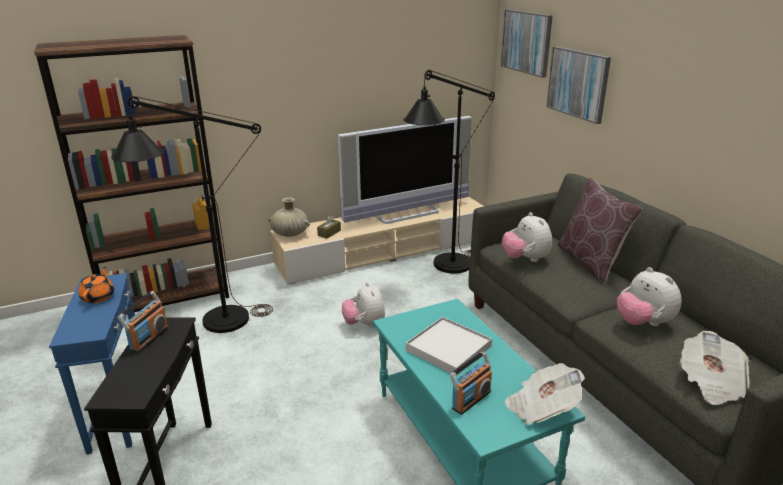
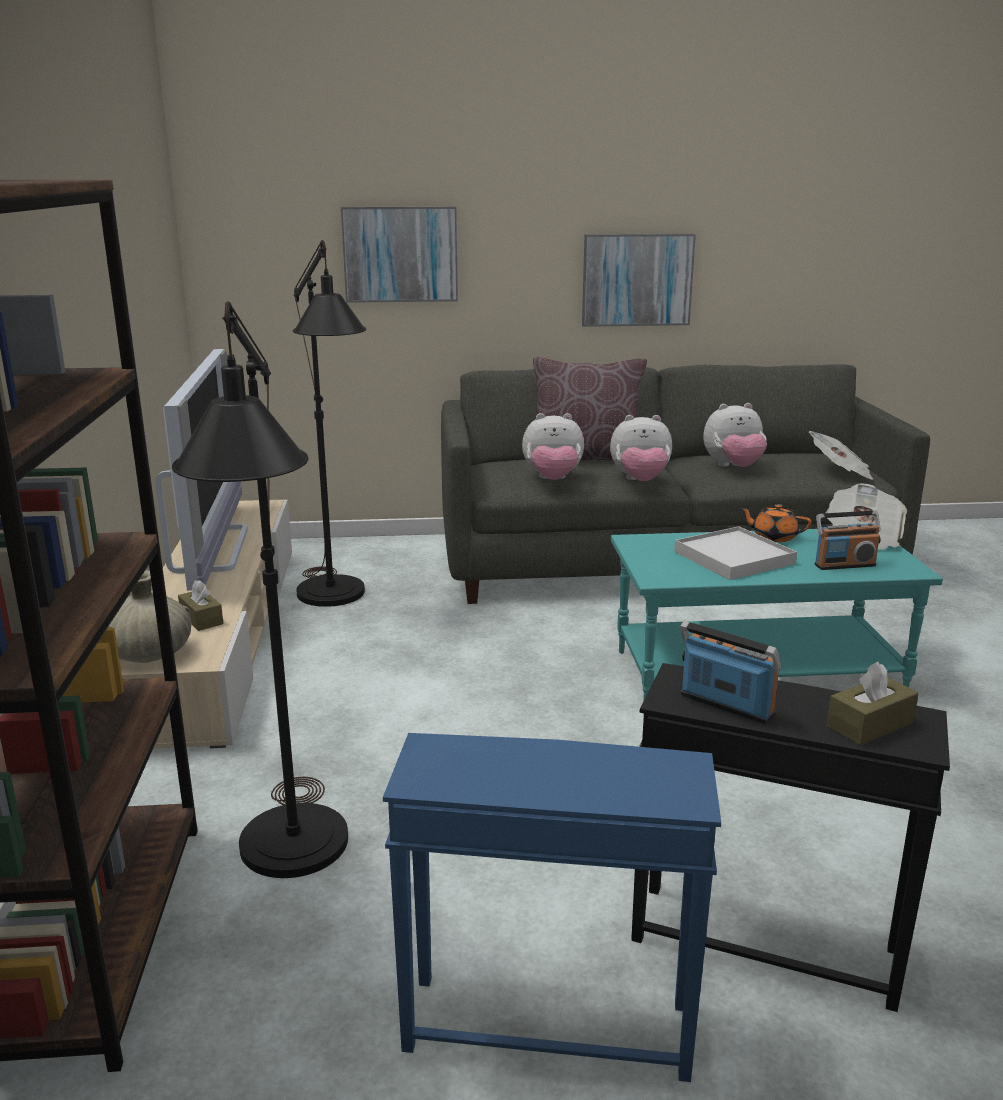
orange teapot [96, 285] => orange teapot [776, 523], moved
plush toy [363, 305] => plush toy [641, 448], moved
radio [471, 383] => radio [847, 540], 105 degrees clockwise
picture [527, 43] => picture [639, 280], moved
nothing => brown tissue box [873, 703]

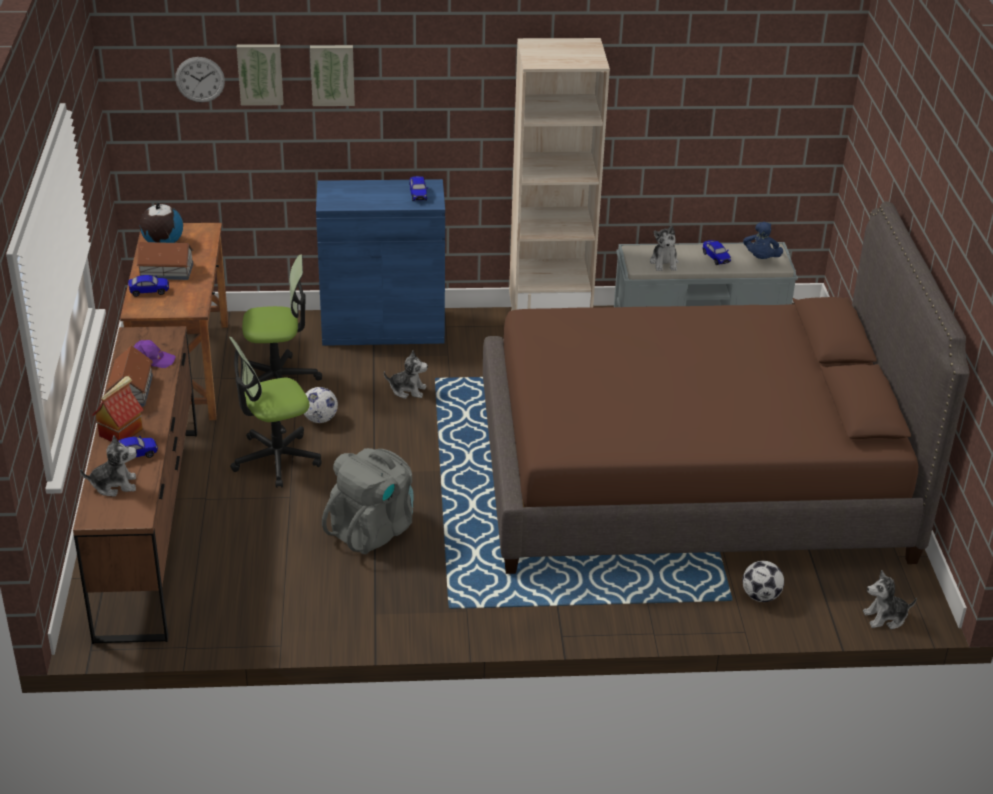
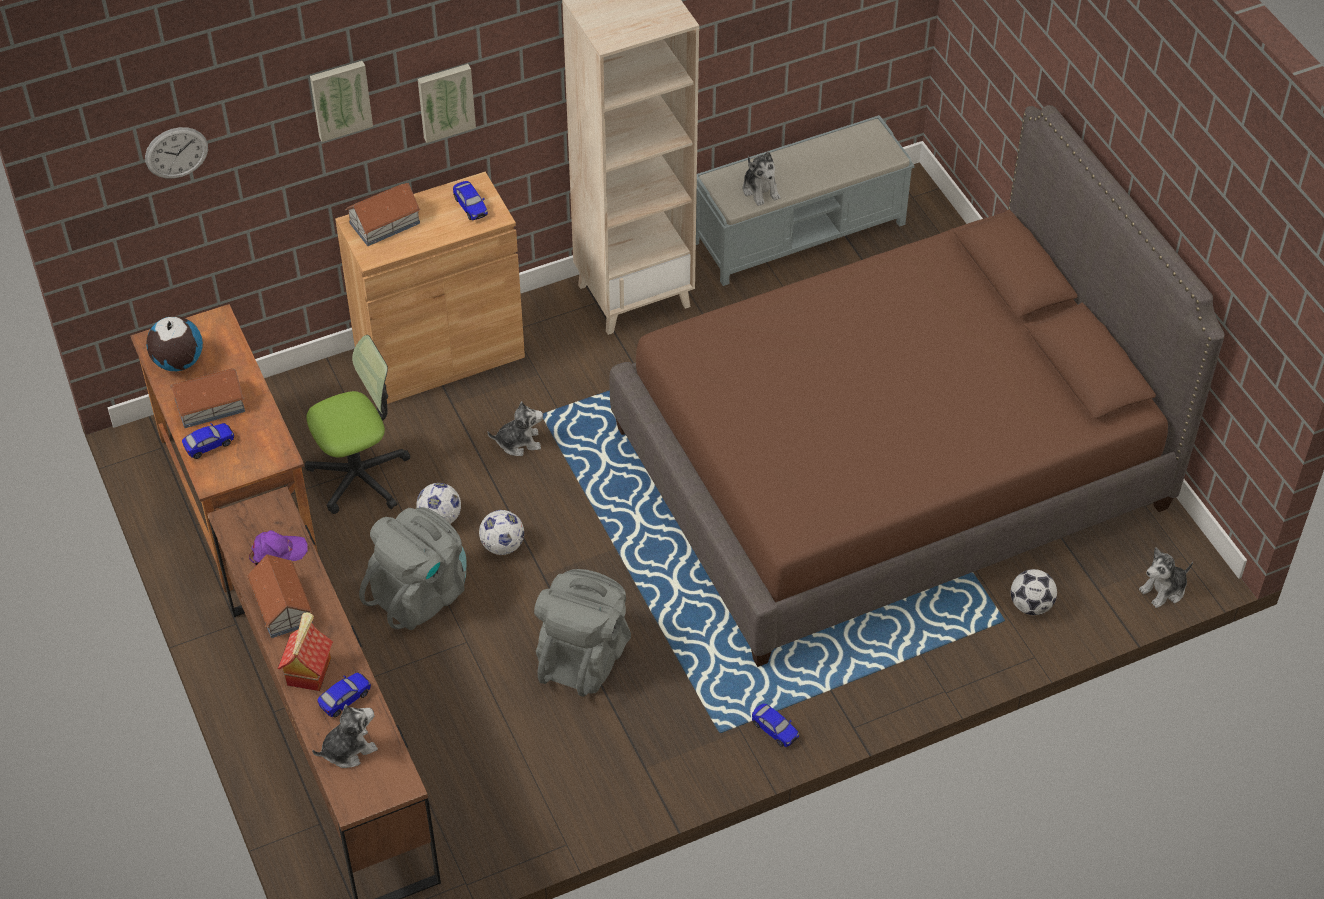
office chair [275, 412] => grey backpack [413, 568]
picture [260, 75] => picture [447, 103], moved
blue cabinet [380, 262] => brown cabinet [430, 288]
toy car [717, 252] => toy car [775, 725], moved
blue plush toy [763, 240] => nothing
nothing => toy house [383, 214]
nothing => football [501, 532]

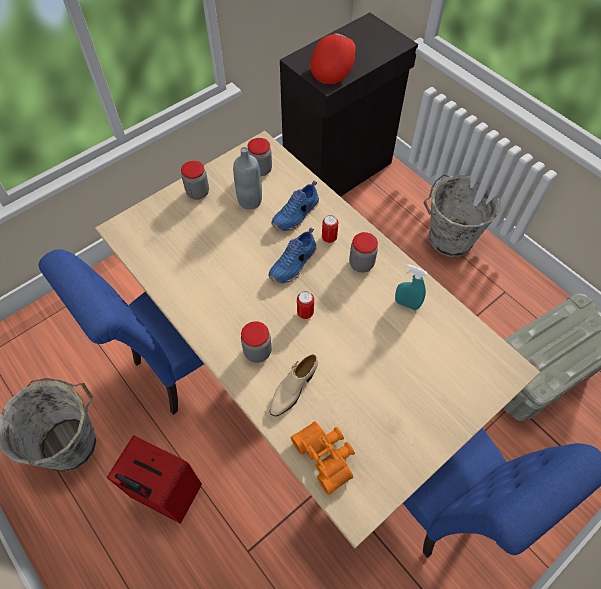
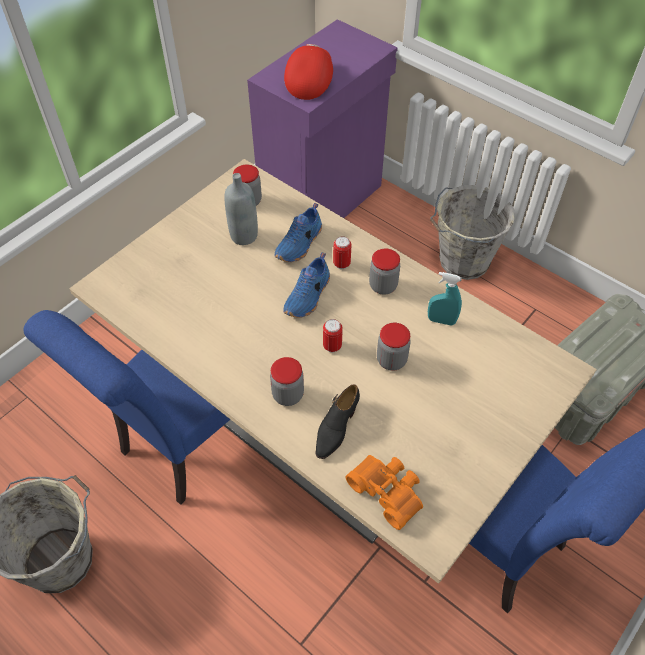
red suitcase [154, 479] => nothing
jar [195, 180] => jar [394, 347], moved
beige shoe [294, 385] => black shoe [338, 422]
black cabinet [349, 104] => purple cabinet [322, 118]

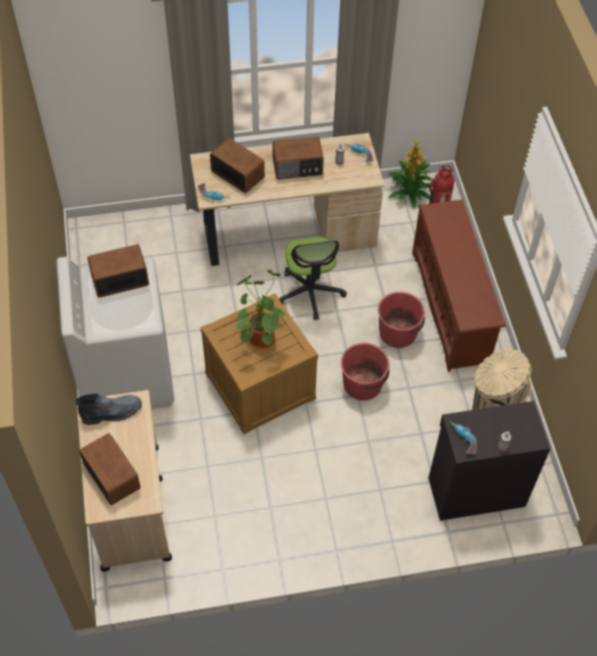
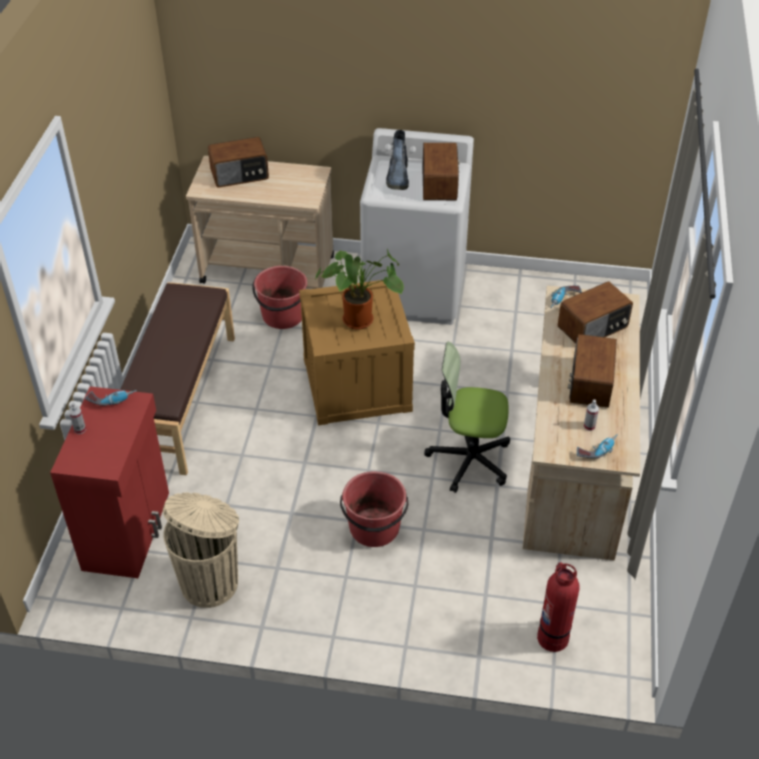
boot [109, 409] => boot [397, 160], moved
red bucket [365, 372] => red bucket [279, 297], moved
potted plant [410, 174] => nothing
brown shoe rack [459, 286] => nothing
black cabinet [489, 461] => red cabinet [109, 482]
nothing => brown bench [177, 378]

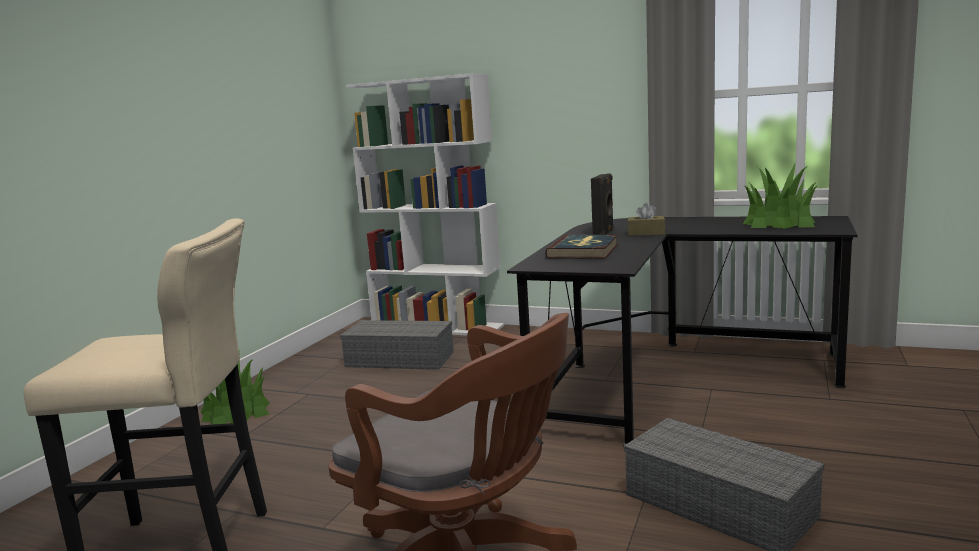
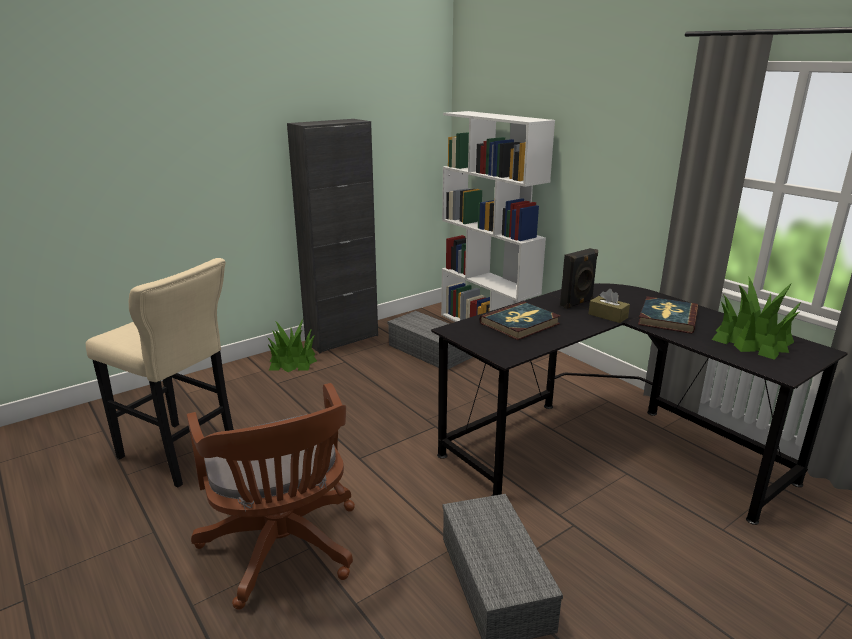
nothing => black cabinet [332, 236]
nothing => book [668, 315]

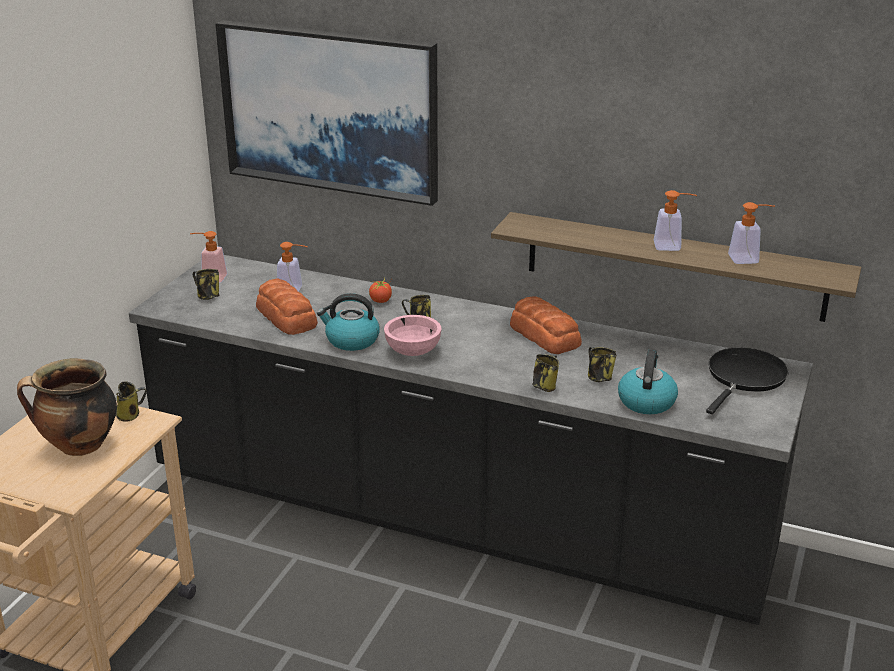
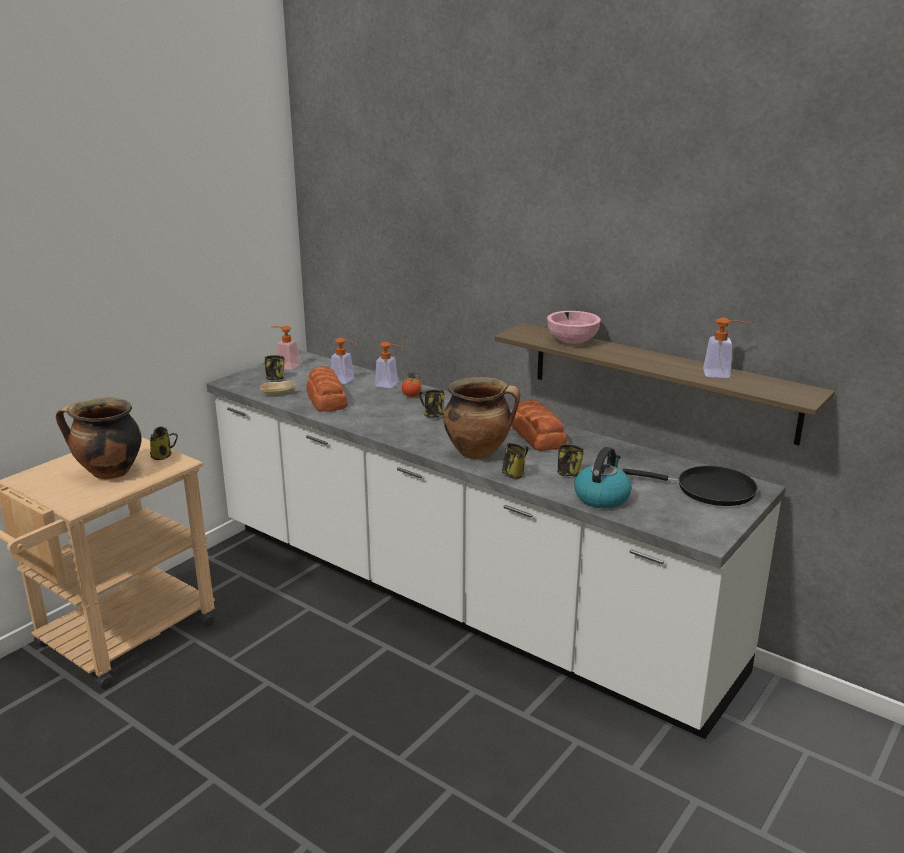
black counter [471, 440] => white counter [496, 544]
picture [326, 113] => nothing
kettle [348, 322] => nothing
pink bowl [413, 335] => pink bowl [574, 327], moved
soap dispenser [675, 220] => soap dispenser [389, 365], moved
black frying pan [747, 380] => black frying pan [690, 486], 60 degrees clockwise
nothing => bread [278, 388]
nothing => cooking pot [481, 418]

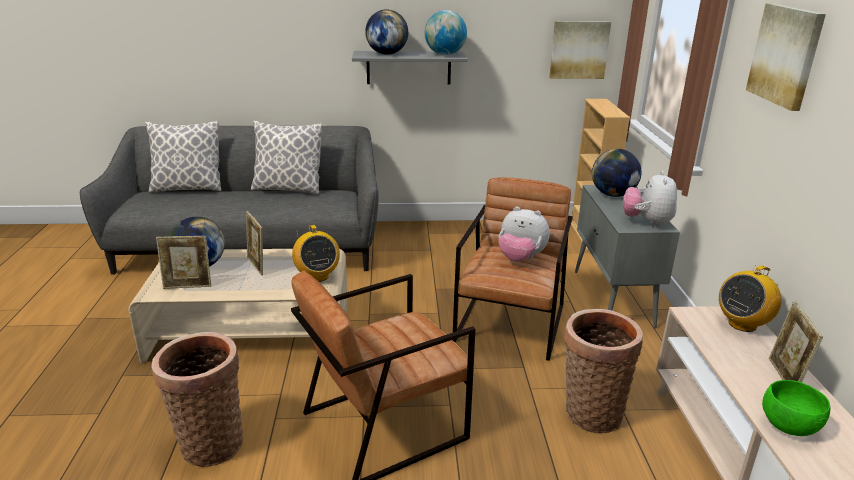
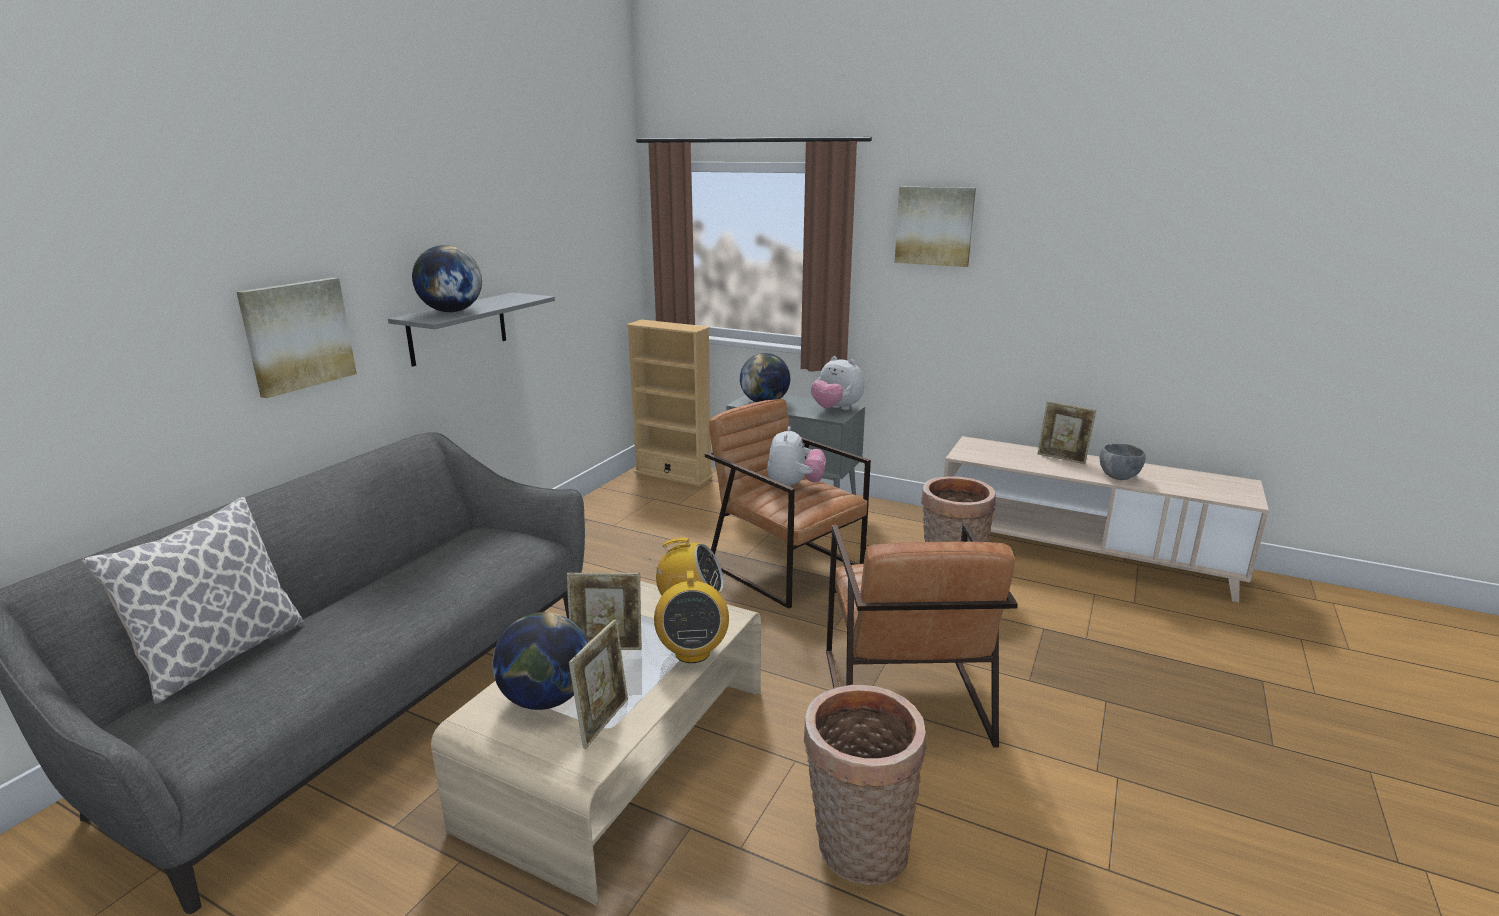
pillow [287, 157] => nothing
globe [446, 32] => nothing
plush toy [524, 234] => plush toy [796, 456], 45 degrees counterclockwise
picture [580, 50] => picture [297, 338], moved
radio [750, 298] => radio [691, 617], moved
green bowl [796, 408] => grey bowl [1123, 462]

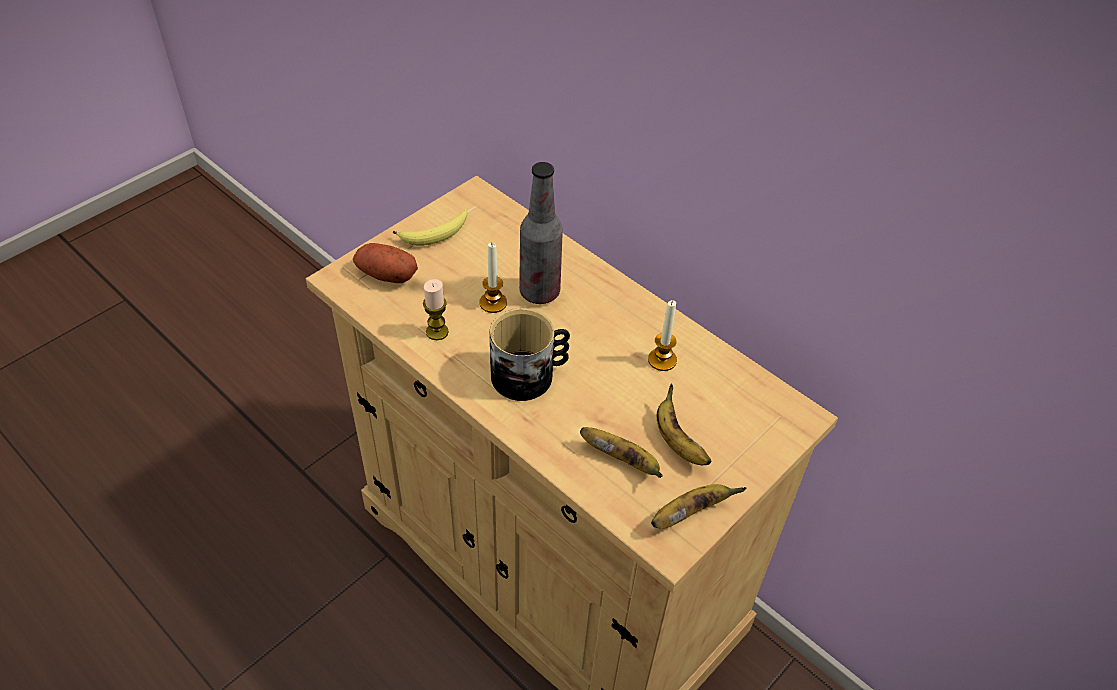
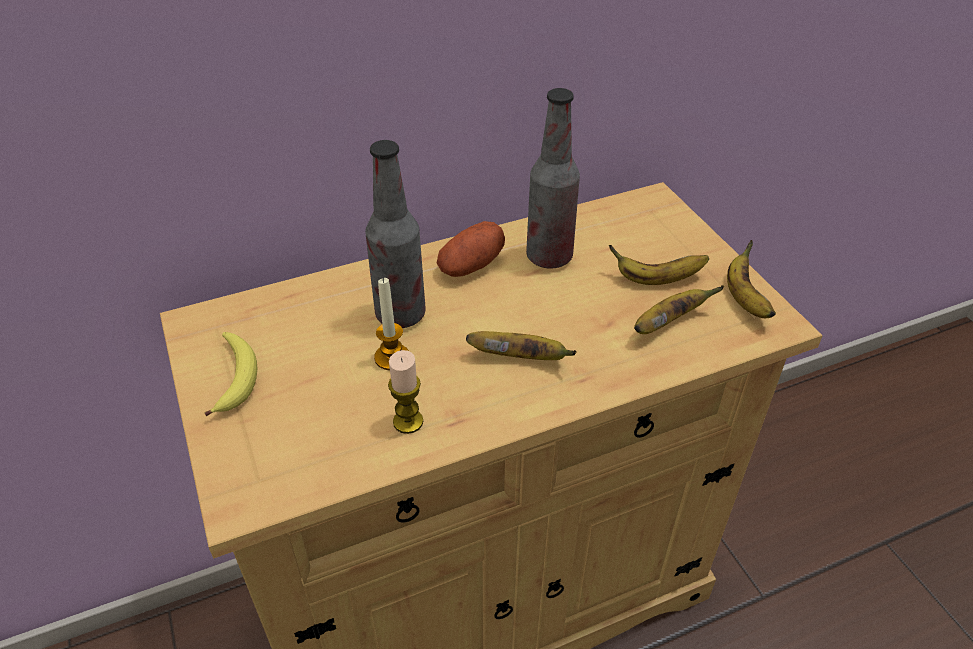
potato [385, 263] => potato [471, 249], moved
mug [529, 354] => banana [521, 345]
candle [662, 335] => bottle [553, 178]

